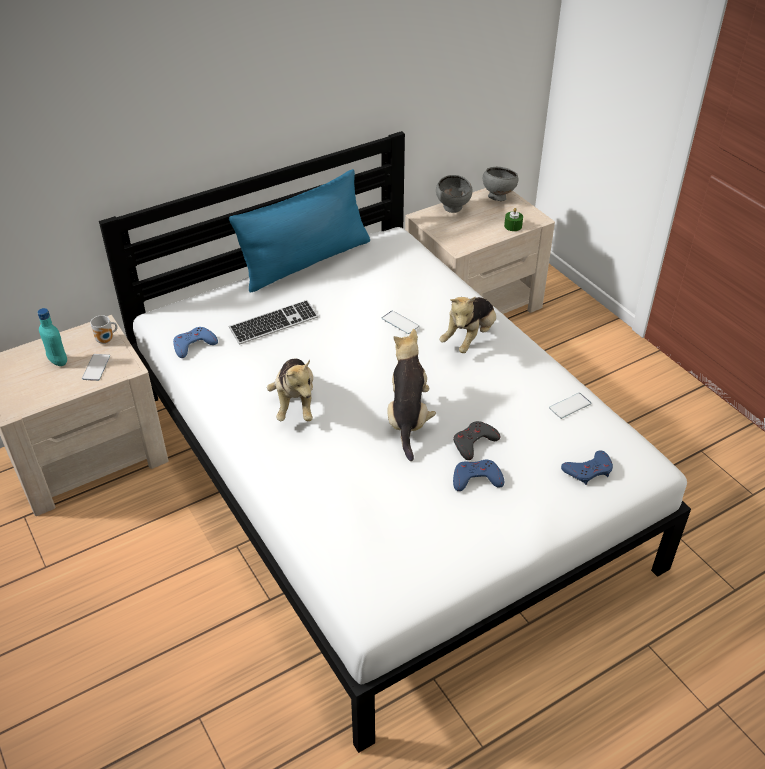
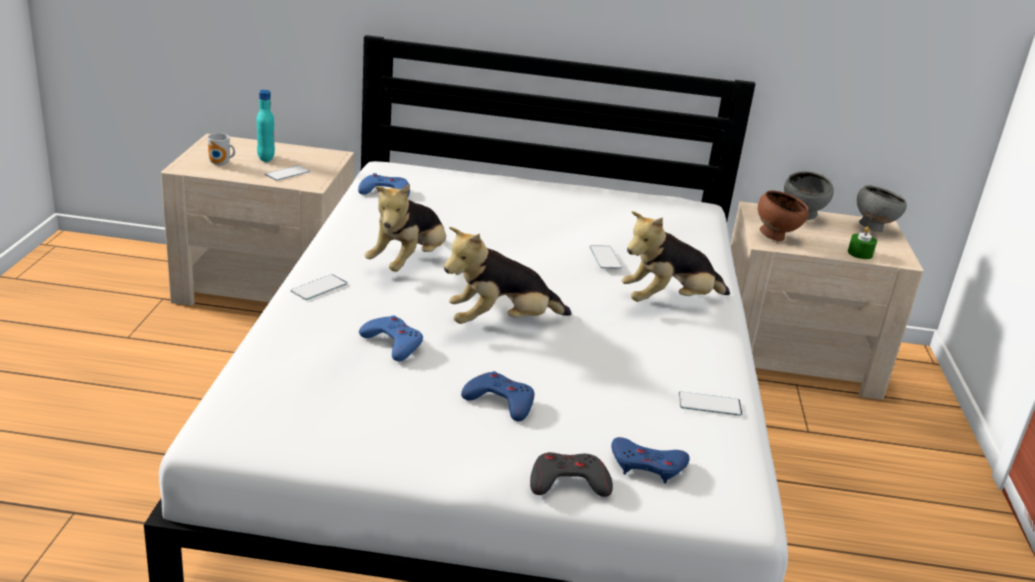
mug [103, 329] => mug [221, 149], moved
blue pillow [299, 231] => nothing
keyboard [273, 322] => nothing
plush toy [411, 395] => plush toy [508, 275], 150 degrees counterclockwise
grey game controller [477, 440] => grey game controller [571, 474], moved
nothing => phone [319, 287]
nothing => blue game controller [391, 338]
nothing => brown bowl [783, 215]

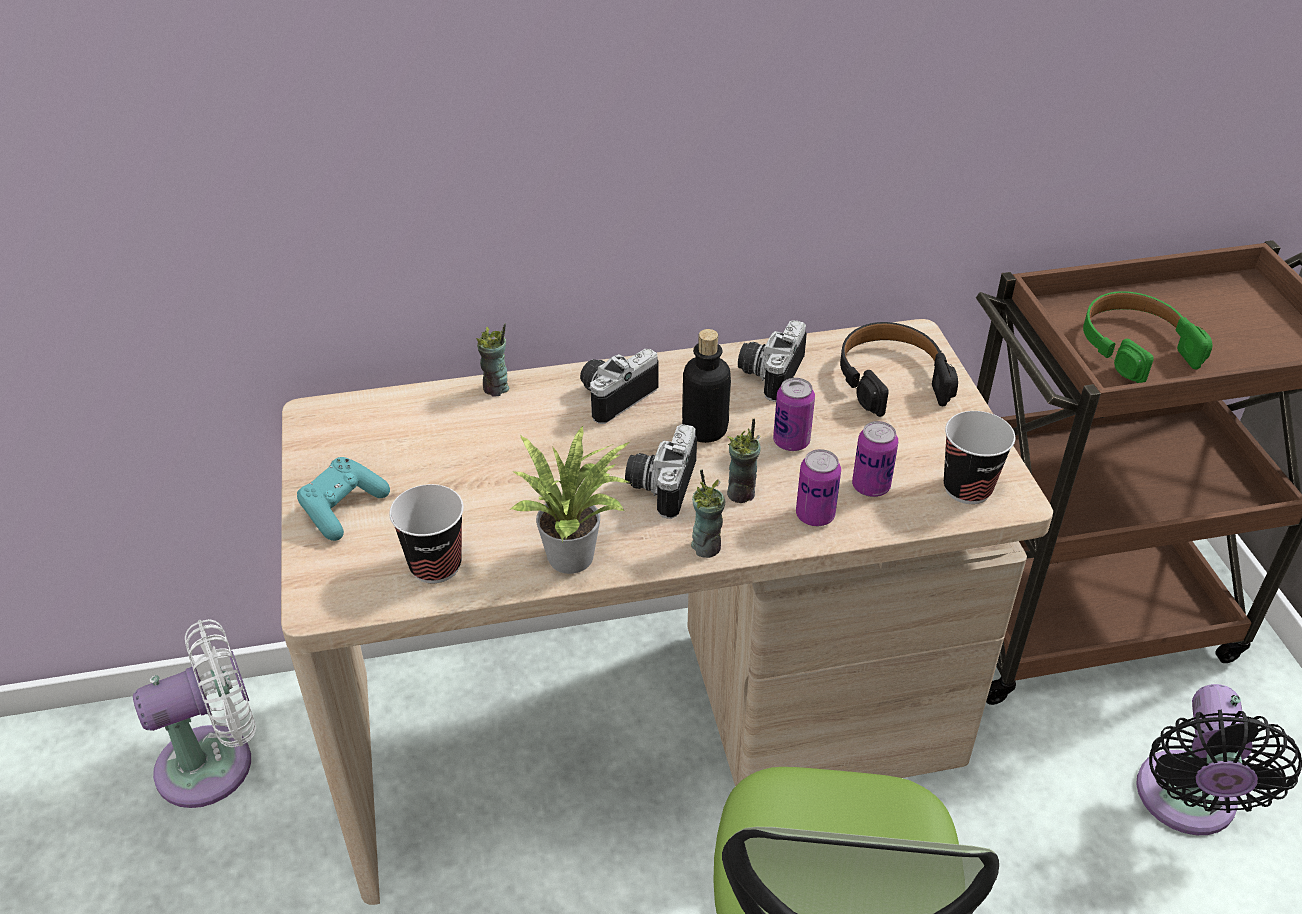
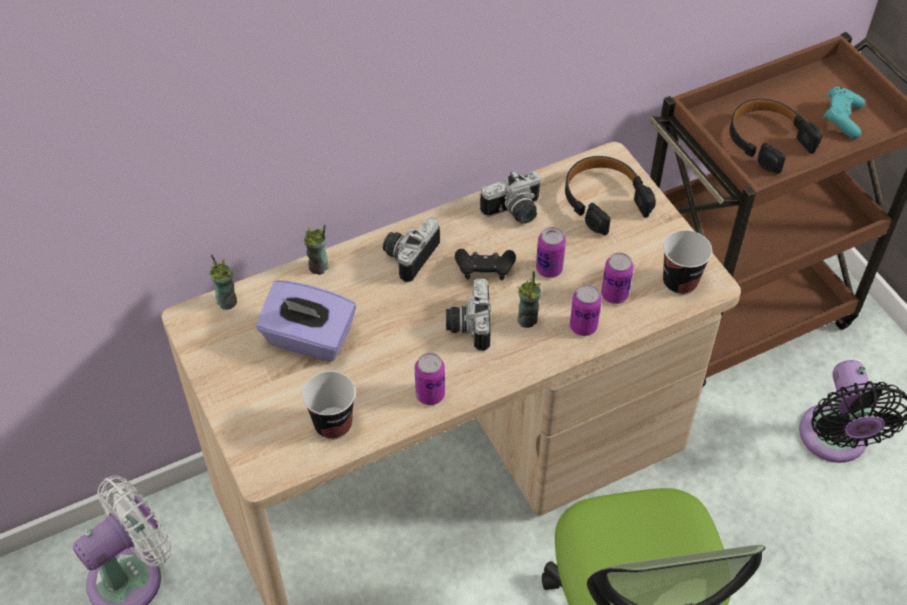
turquoise game controller [343, 499] => turquoise game controller [844, 113], moved
potted plant [570, 499] => can [430, 379]
bottle [706, 386] => black game controller [485, 265]
cup [708, 513] => cup [223, 282], moved
photo camera [772, 361] => photo camera [510, 197], 120 degrees counterclockwise
green headphones [1147, 337] => black headphones [775, 136]
nothing => purple tissue box [306, 321]

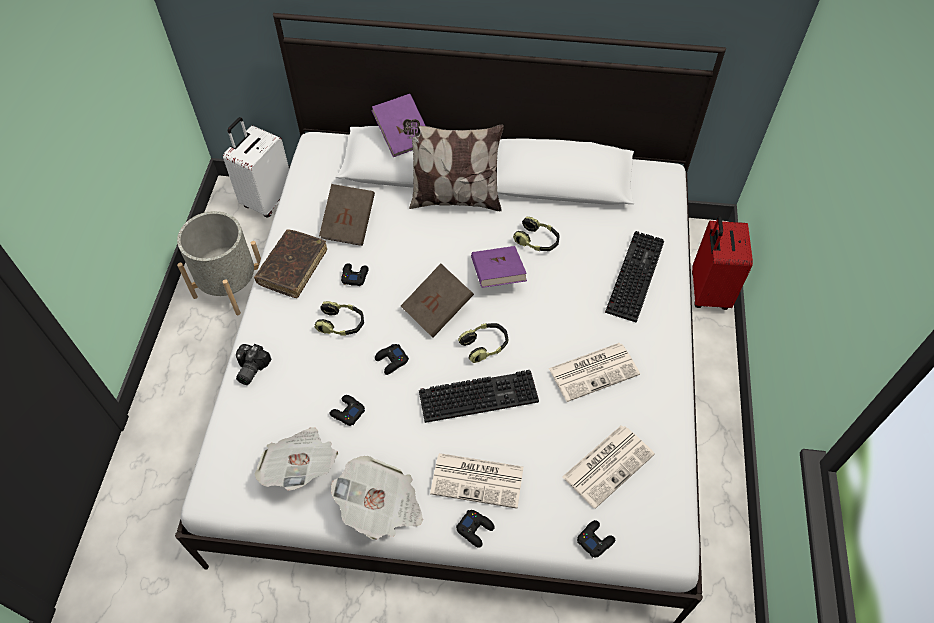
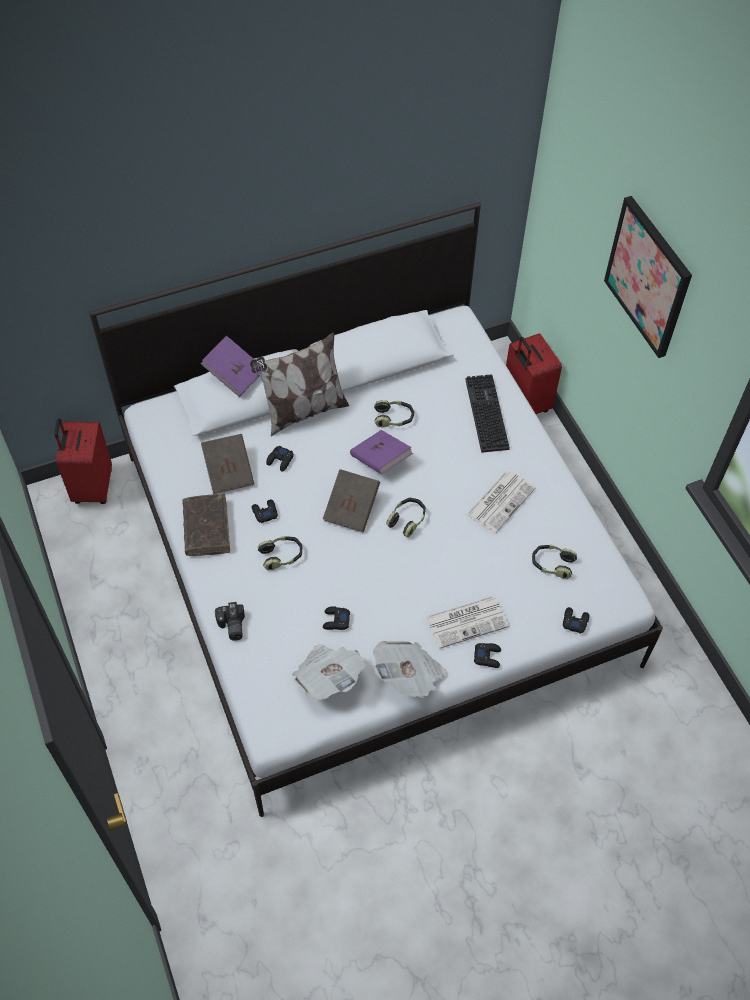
grey planter [219, 263] => nothing
white suitcase [256, 167] => red suitcase [83, 461]
black game controller [392, 359] => black game controller [280, 459], moved
keyboard [479, 396] => nothing
newspaper [608, 467] => headphones [554, 561]
nothing => picture [648, 277]

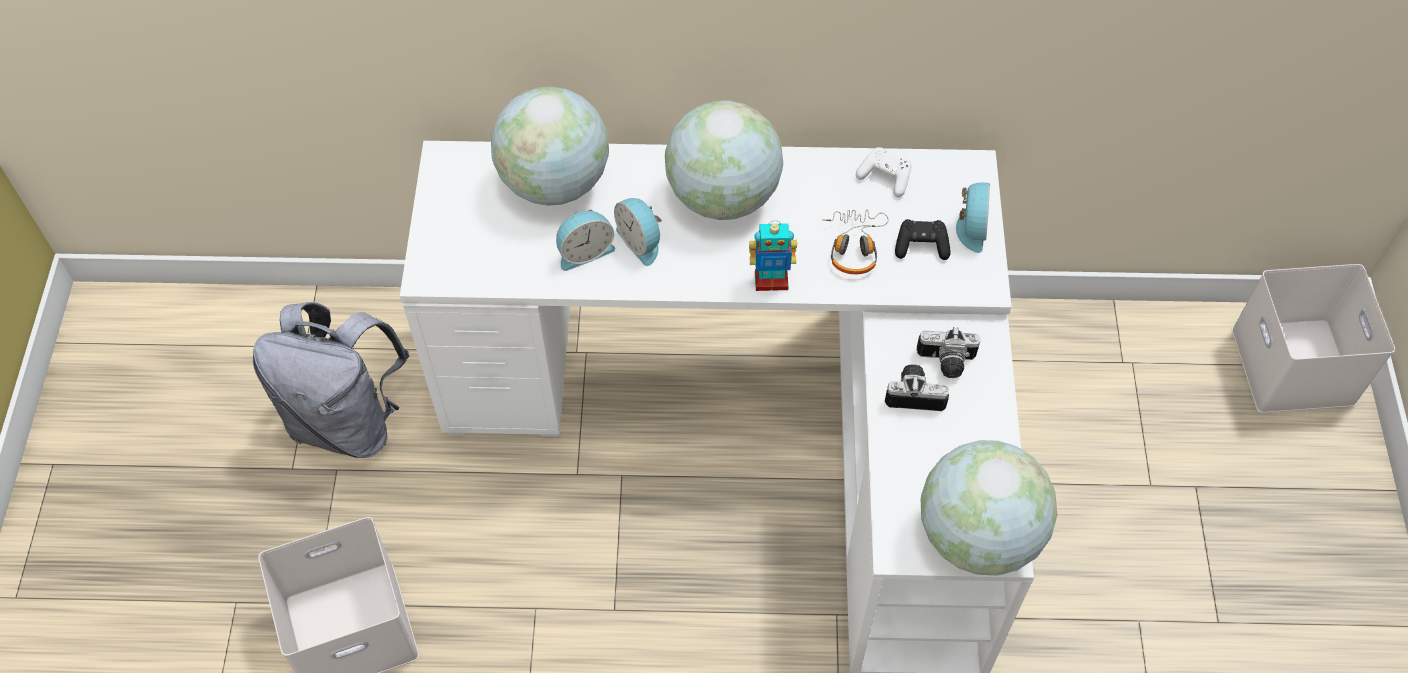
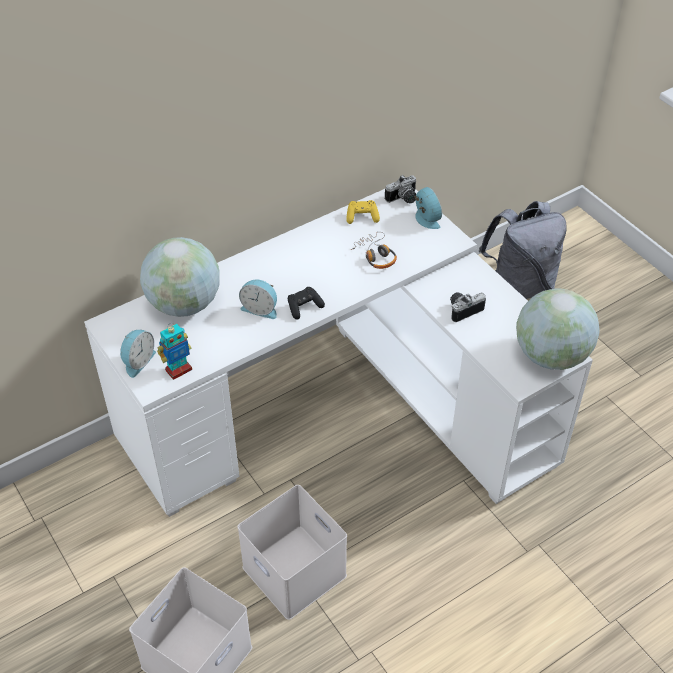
grey backpack [331, 380] => grey backpack [523, 250], moved
alarm clock [585, 240] => alarm clock [138, 354], moved
globe [724, 160] => nothing
toy robot [773, 256] => toy robot [174, 351], moved
white game controller [883, 172] => yellow game controller [363, 212]
black game controller [923, 239] => black game controller [306, 303], moved
photo camera [948, 352] => photo camera [400, 189], moved
white storage box [1313, 338] => white storage box [292, 552], moved

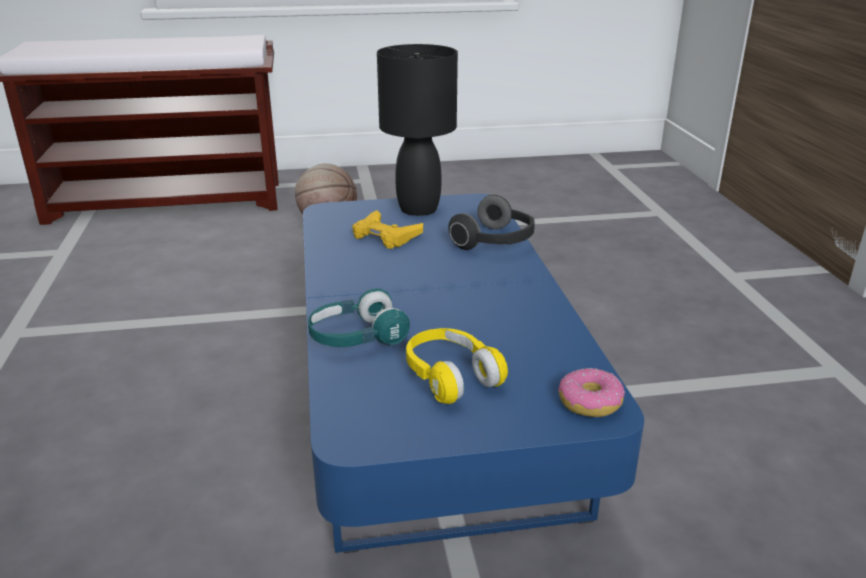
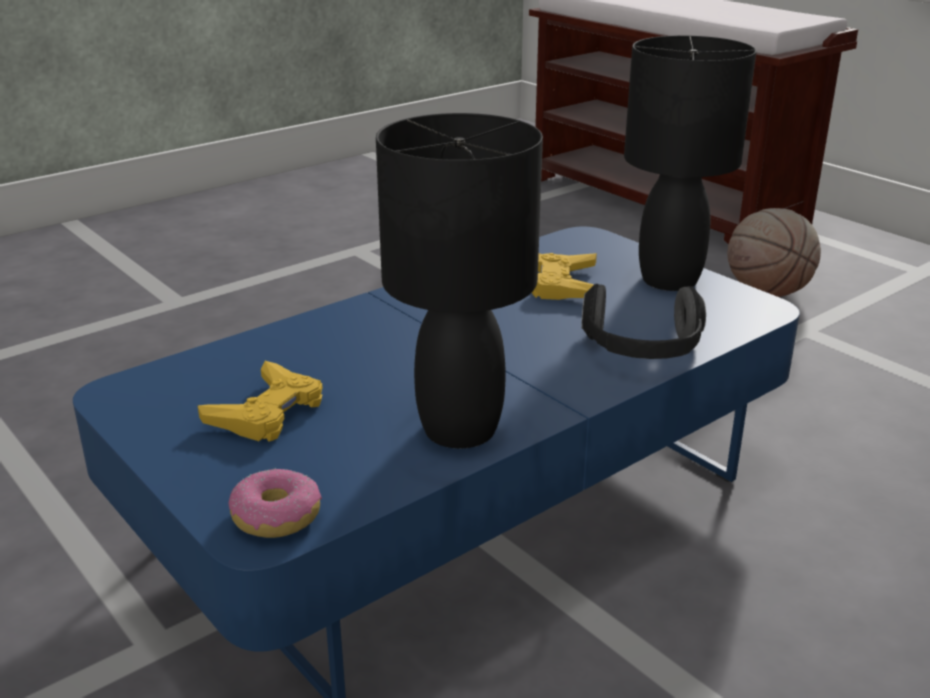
turquoise headphones [359, 317] => nothing
yellow headphones [457, 366] => yellow game controller [260, 401]
nothing => black table lamp [459, 280]

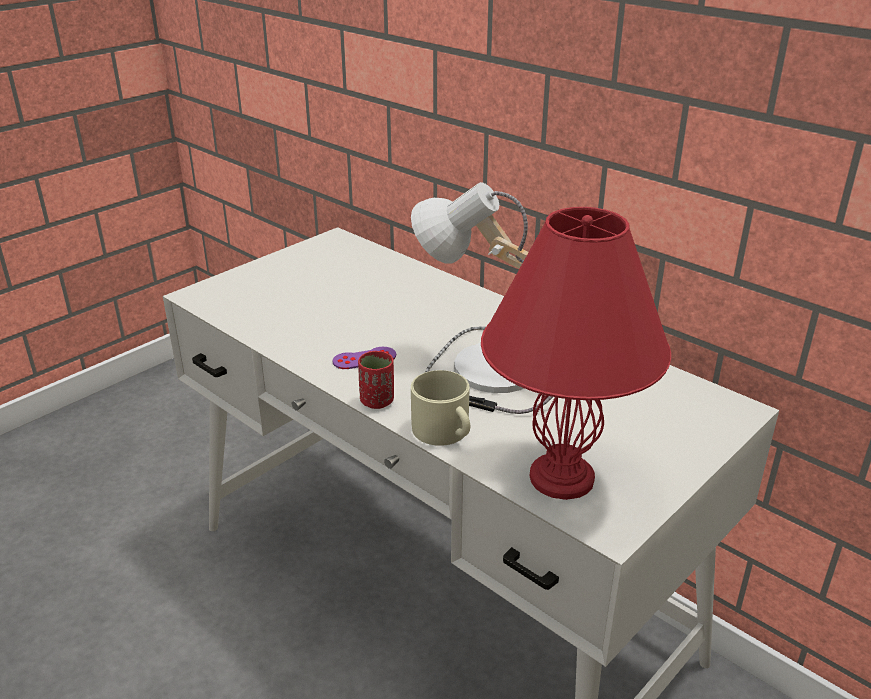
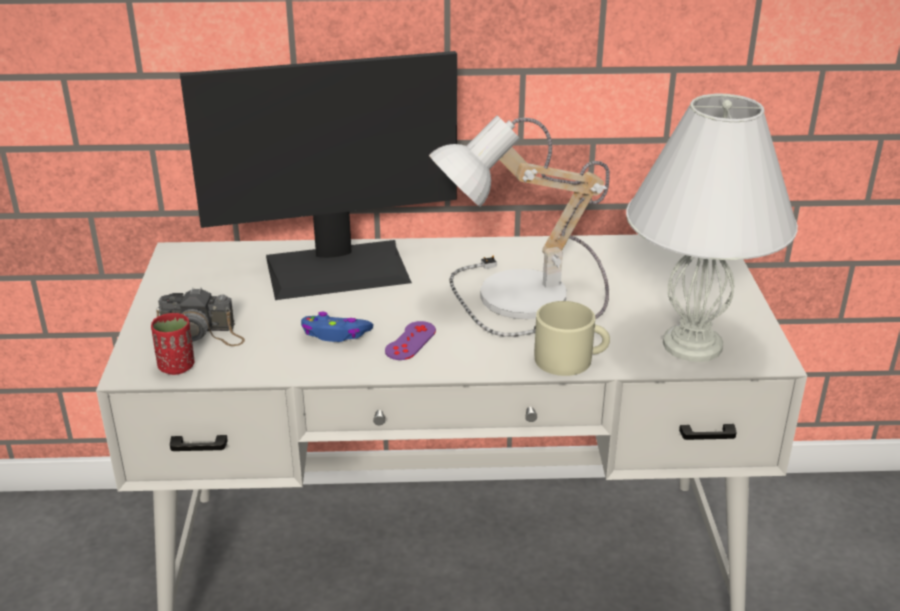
red cup [376, 380] => red cup [172, 344], moved
red table lamp [576, 353] => white table lamp [712, 227]
nothing => photo camera [200, 316]
nothing => monitor [318, 175]
nothing => blue game controller [337, 327]

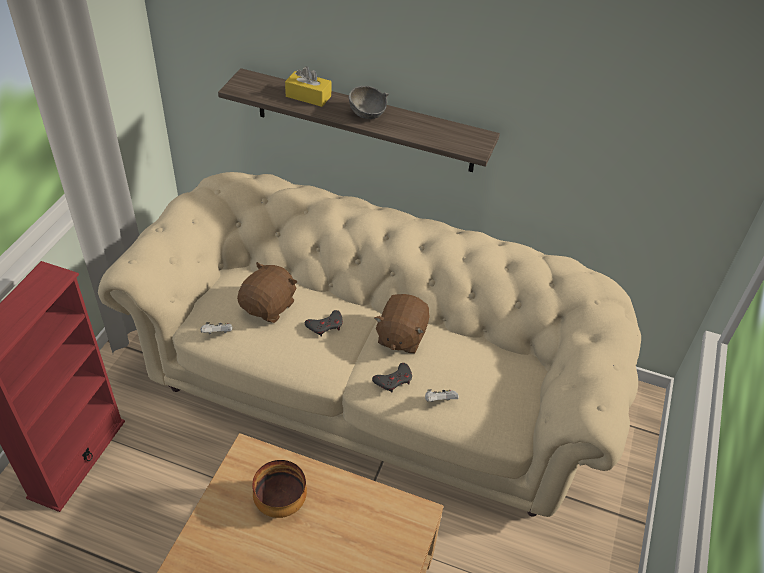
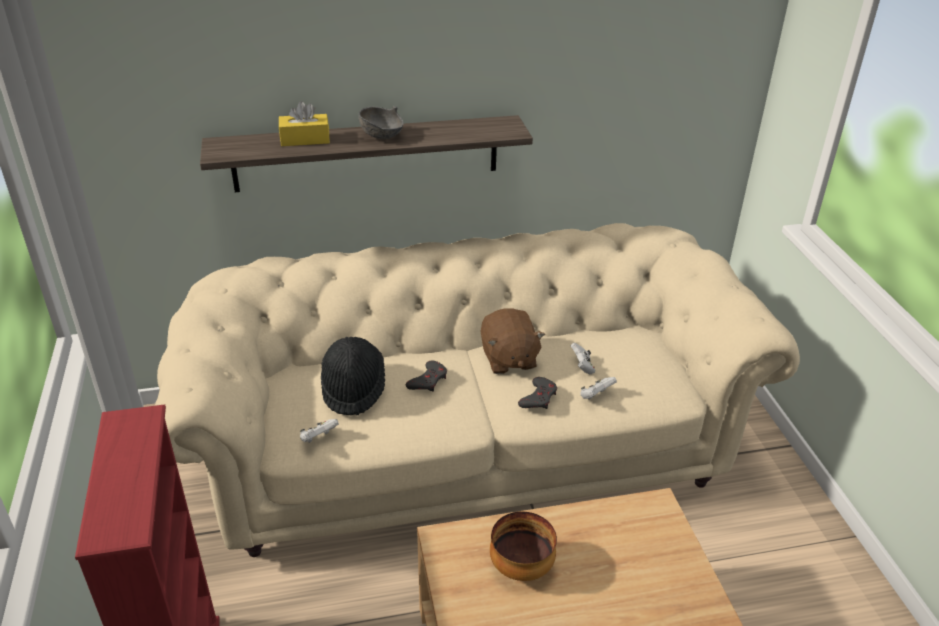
brown plush toy [267, 292] => black hat [353, 376]
nothing => white game controller [583, 358]

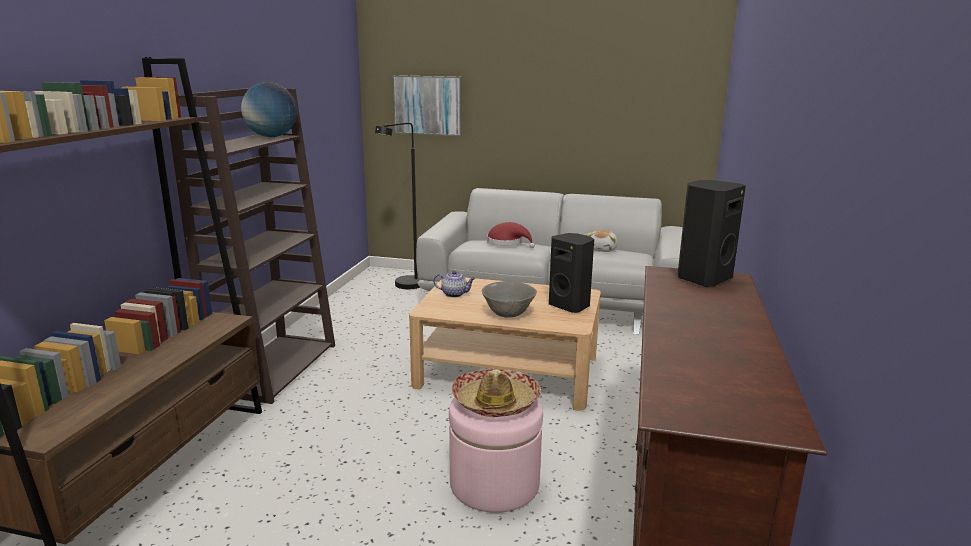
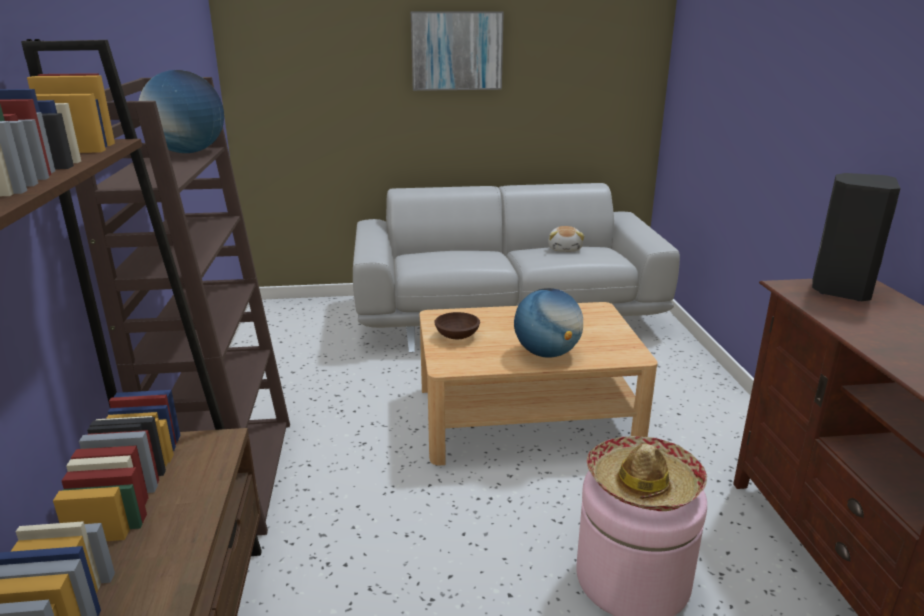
black floor lamp [397, 206] => nothing
picture [427, 105] => picture [457, 51], moved
teapot [454, 284] => brown bowl [457, 325]
grey bowl [509, 299] => globe [548, 323]
red hat [511, 235] => nothing
black speaker [571, 273] => nothing

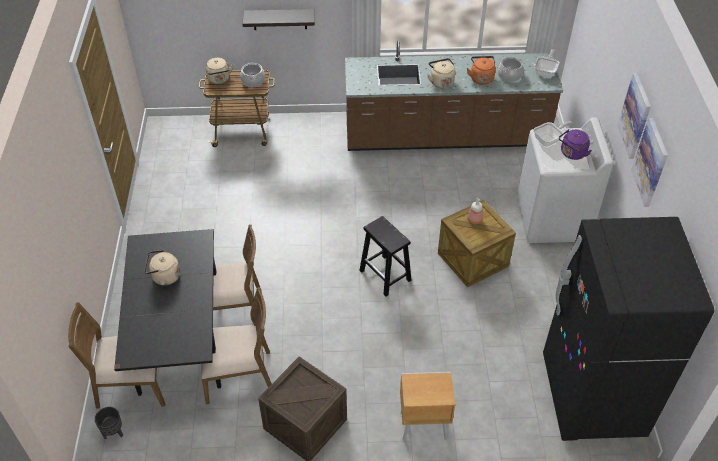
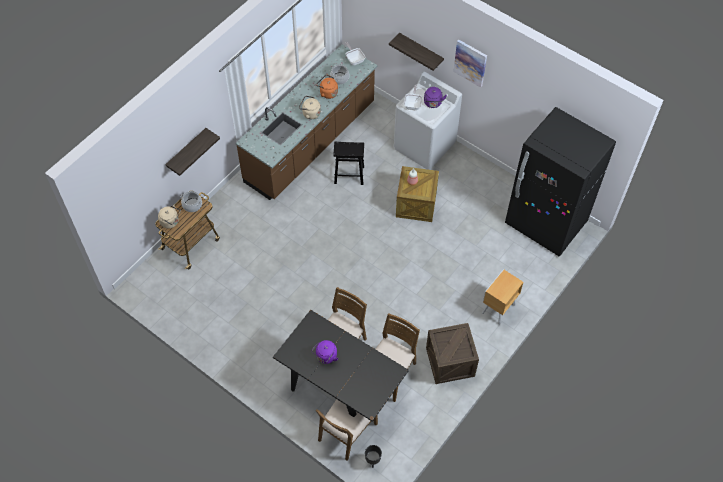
beige kettle [162, 267] => purple kettle [325, 352]
black stool [385, 256] => black stool [348, 163], moved
picture [649, 162] => nothing
nothing => shelf [416, 52]

